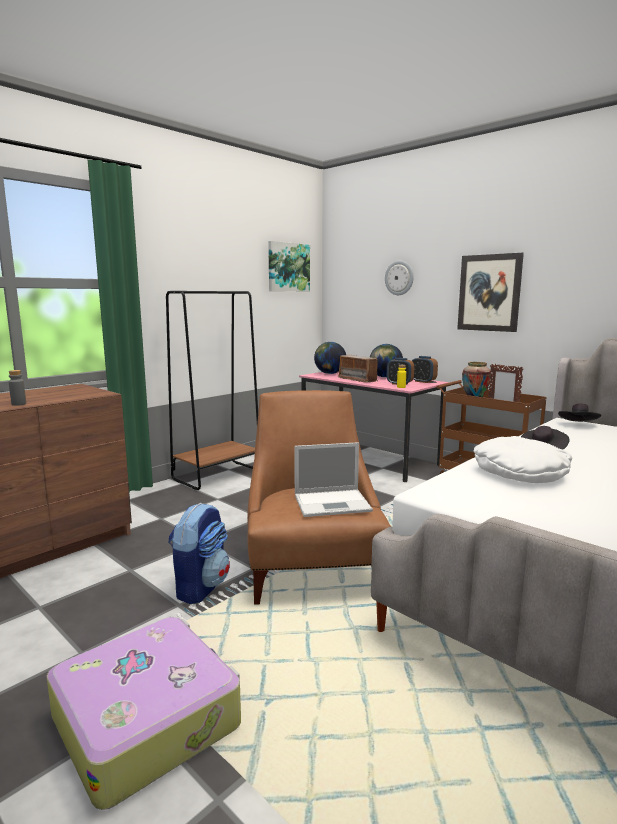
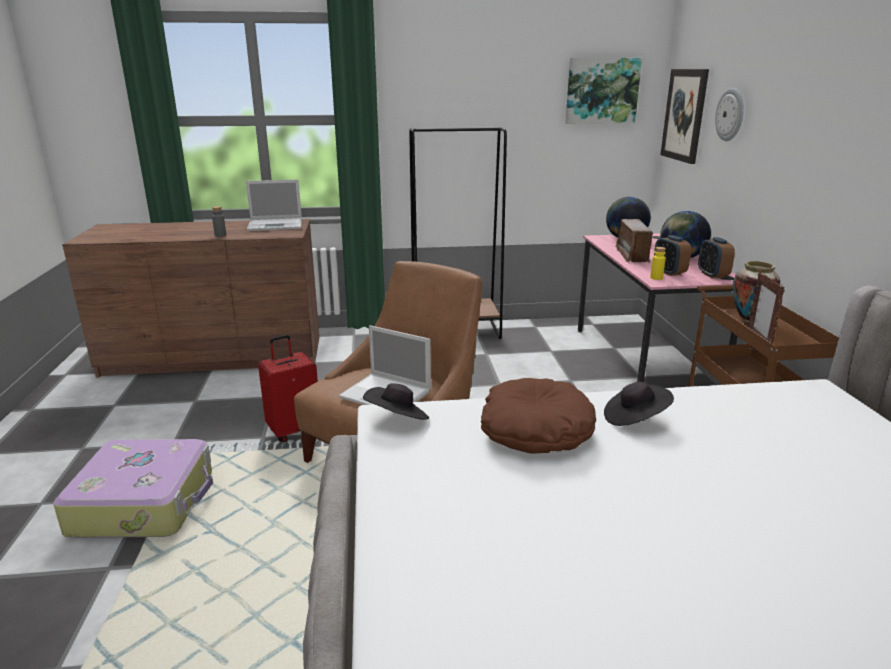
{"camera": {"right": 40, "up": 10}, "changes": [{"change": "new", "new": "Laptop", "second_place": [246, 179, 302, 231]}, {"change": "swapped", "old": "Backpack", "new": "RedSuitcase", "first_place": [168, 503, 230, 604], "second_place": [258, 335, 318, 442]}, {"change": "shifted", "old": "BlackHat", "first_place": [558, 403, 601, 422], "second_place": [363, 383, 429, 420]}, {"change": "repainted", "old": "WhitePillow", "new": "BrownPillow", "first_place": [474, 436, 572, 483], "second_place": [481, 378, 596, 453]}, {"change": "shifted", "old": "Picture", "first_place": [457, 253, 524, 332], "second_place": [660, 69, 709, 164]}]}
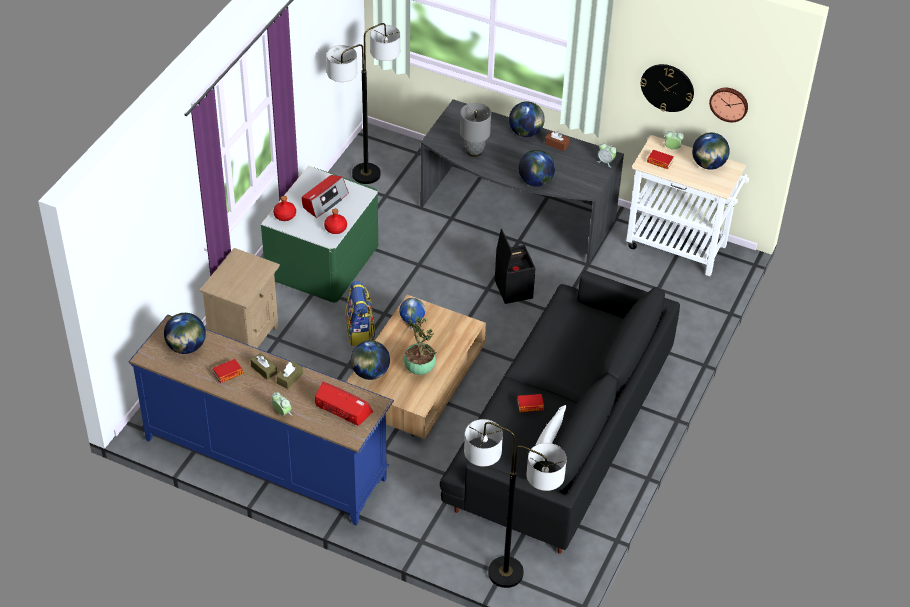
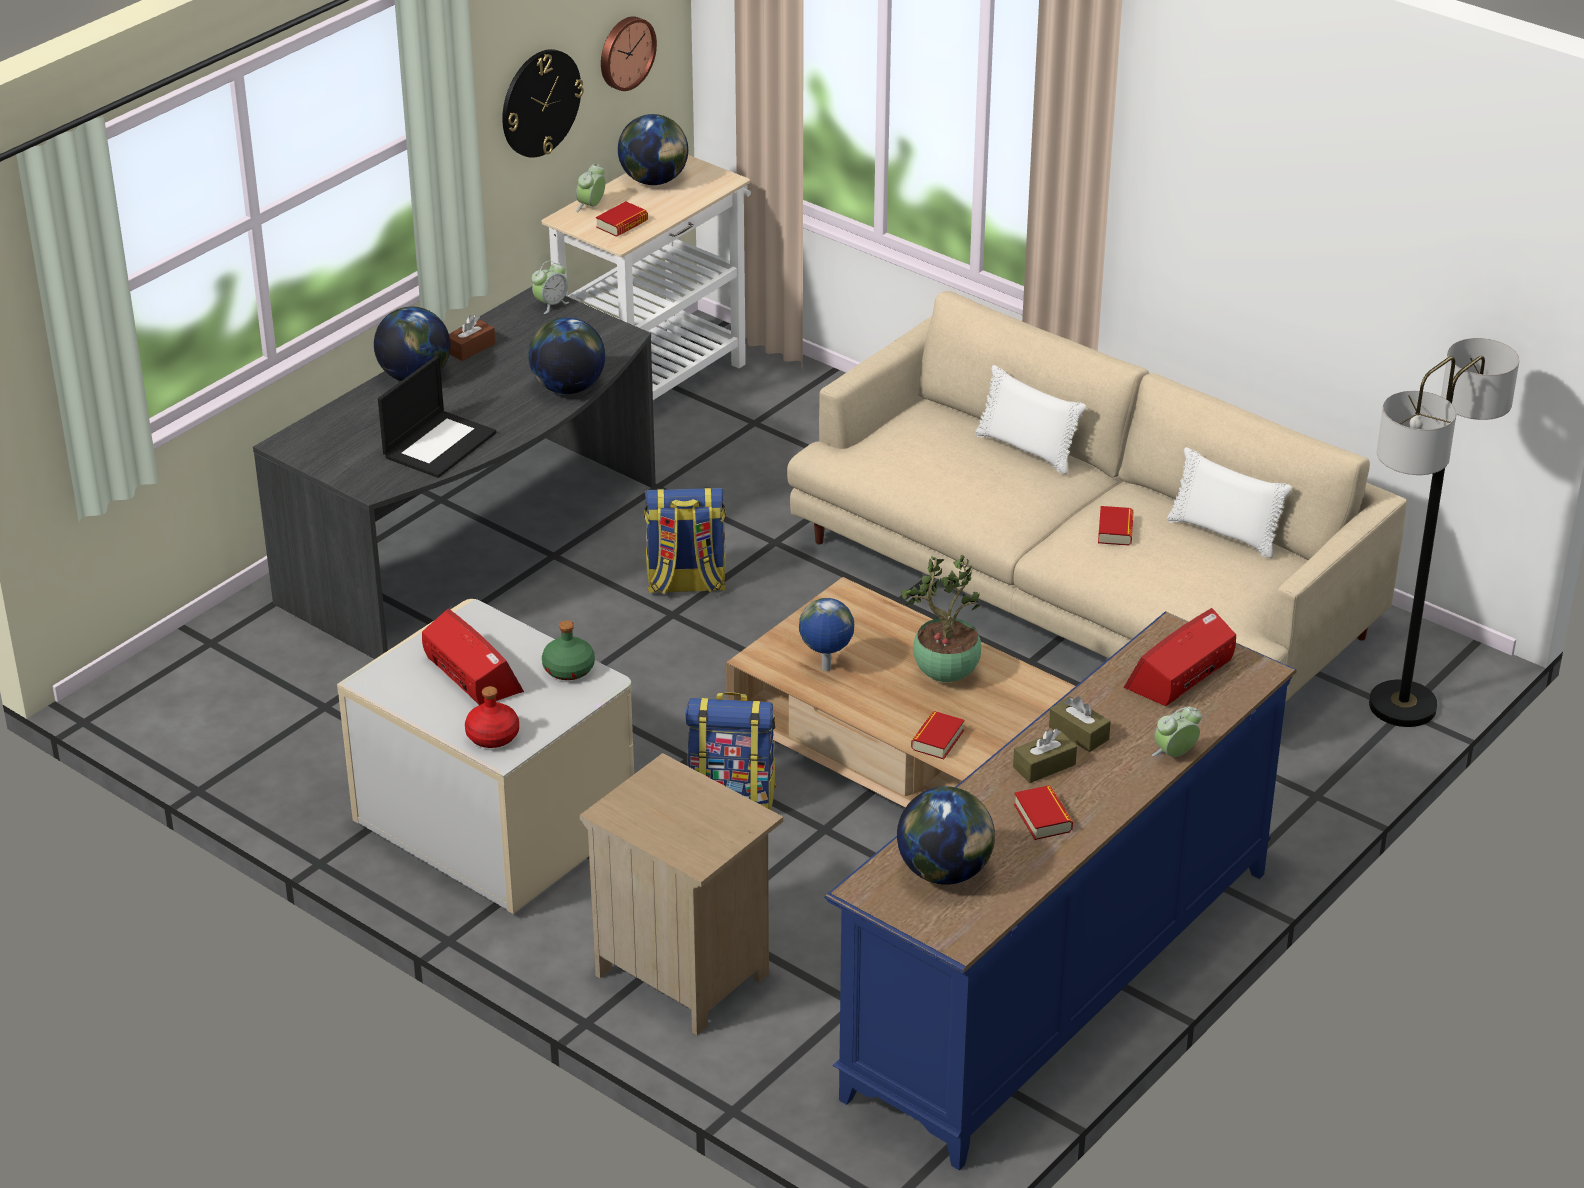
{"camera": {"right": -75, "up": -10}, "changes": [{"change": "repainted", "old": "GreenNightstand", "new": "BeigeNightstand", "first_place": [261, 166, 378, 303], "second_place": [337, 599, 634, 914]}, {"change": "swapped", "old": "GreyTableLamp", "new": "Laptop", "first_place": [460, 103, 491, 157], "second_place": [378, 356, 496, 478]}, {"change": "repainted", "old": "RedBottle", "new": "GreenBottle", "first_place": [324, 209, 347, 234], "second_place": [542, 620, 595, 680]}, {"change": "swapped", "old": "BlackStorageBox", "new": "Backpack", "first_place": [495, 228, 535, 304], "second_place": [644, 487, 726, 594]}, {"change": "repainted", "old": "BlackSofa", "new": "BeigeSofa", "first_place": [440, 271, 680, 554], "second_place": [787, 291, 1407, 702]}, {"change": "swapped", "old": "Globe", "new": "Book", "first_place": [351, 340, 390, 380], "second_place": [911, 711, 965, 759]}, {"change": "new", "new": "WhitePillow", "second_place": [975, 365, 1086, 474]}, {"change": "gone", "old": "FloorLamp", "first_place": [326, 23, 400, 184]}]}
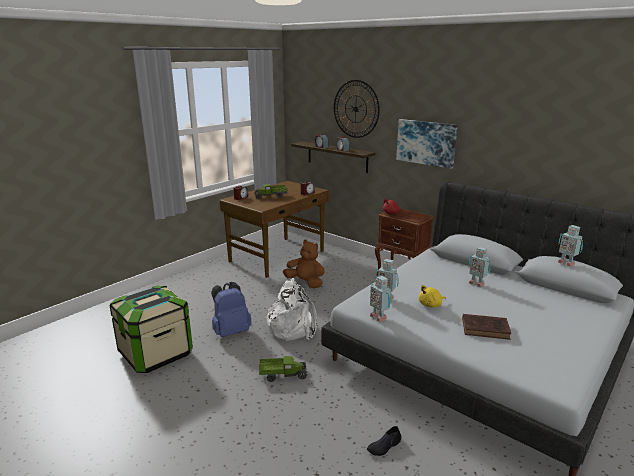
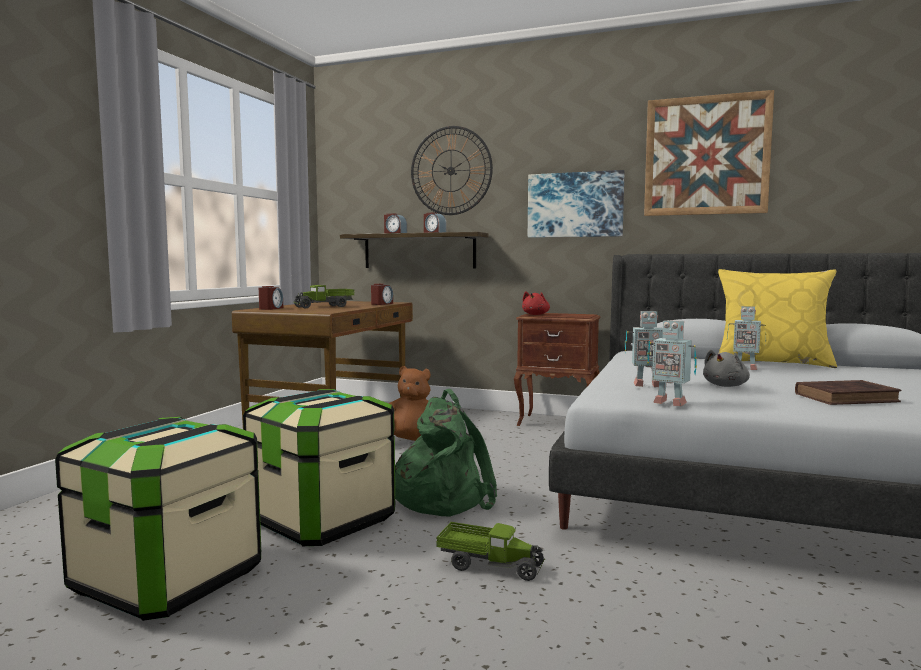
{"camera": {"right": -20, "up": -15}, "changes": [{"change": "swapped", "old": "BlueBackpack", "new": "StorageBox", "first_place": [211, 282, 252, 337], "second_place": [243, 389, 395, 546]}, {"change": "repainted", "old": "WhiteBackpack", "new": "GreenBackpack", "first_place": [264, 278, 317, 341], "second_place": [395, 389, 497, 517]}, {"change": "rotated", "old": "ToyTruck", "first_place": [259, 356, 308, 382], "second_place": [436, 522, 545, 581], "degrees": 45}, {"change": "new", "new": "Picture", "second_place": [644, 90, 774, 216]}, {"change": "repainted", "old": "YellowPlushToy", "new": "GreyPlushToy", "first_place": [419, 285, 446, 308], "second_place": [703, 349, 750, 387]}, {"change": "new", "new": "YellowPillow", "second_place": [718, 269, 837, 368]}, {"change": "gone", "old": "BlackShoe", "first_place": [367, 426, 401, 456]}, {"change": "gone", "old": "ToyRobot", "first_place": [558, 225, 583, 267]}]}
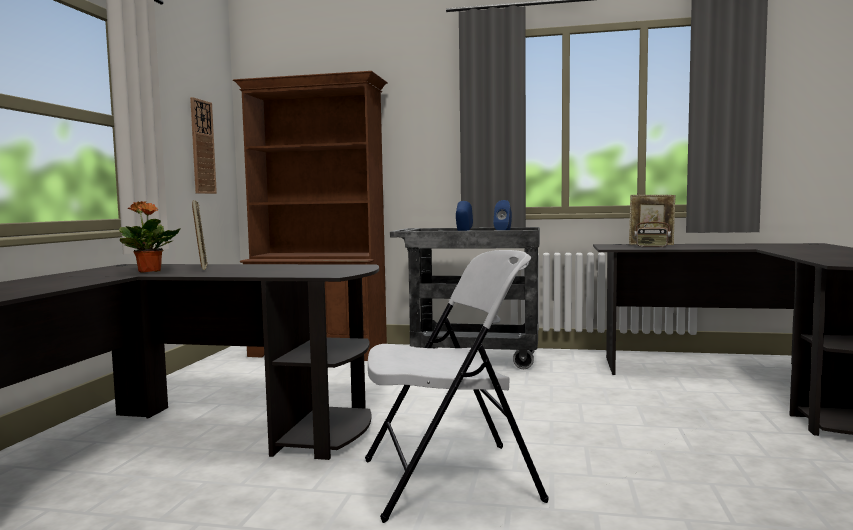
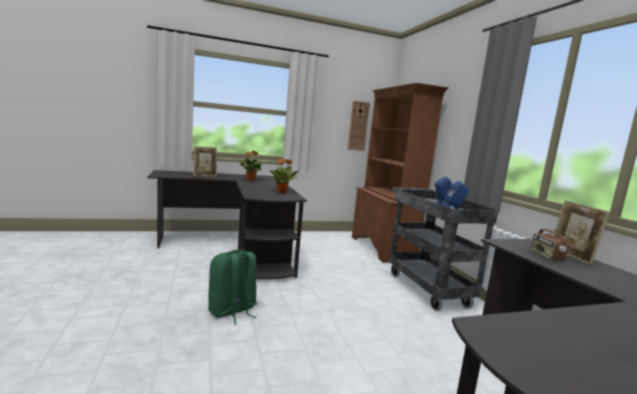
{"camera": {"right": 60, "up": 5}, "changes": [{"change": "shifted", "old": "PictureFrame", "first_place": [192, 200, 208, 270], "second_place": [193, 146, 217, 177]}, {"change": "swapped", "old": "WhiteChair", "new": "GreenBackpack", "first_place": [365, 250, 548, 523], "second_place": [208, 249, 257, 324]}, {"change": "new", "new": "PottedPlant", "second_place": [269, 158, 299, 193]}]}
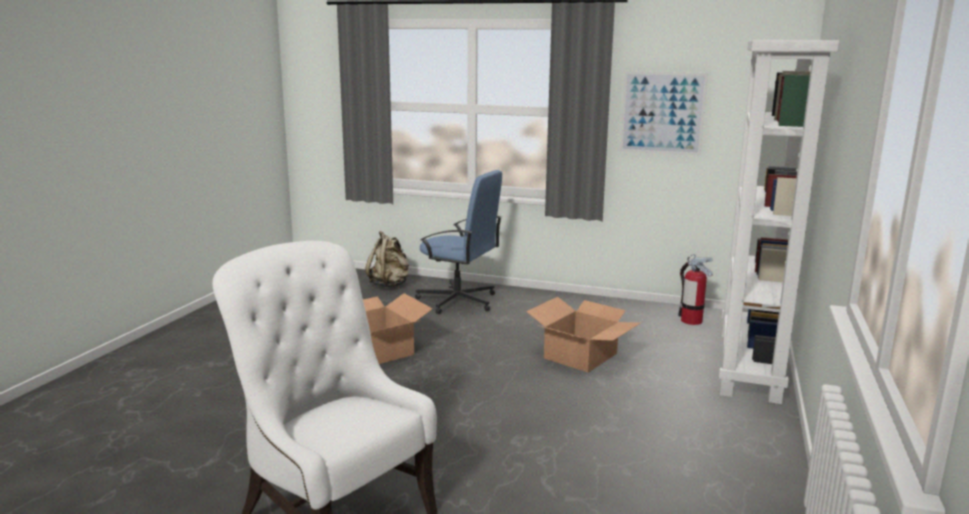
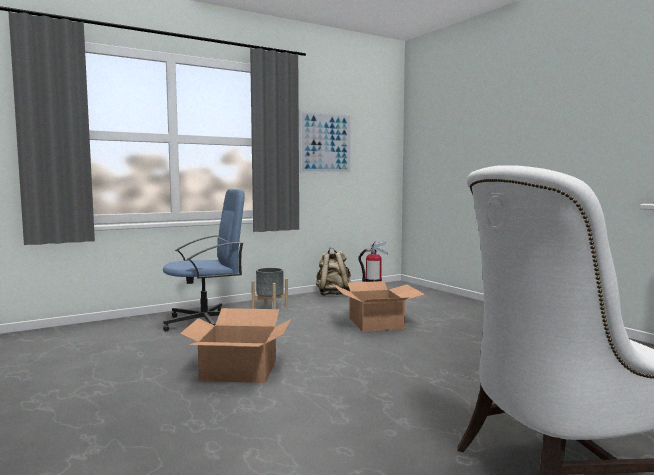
{"camera": {"right": -50, "up": -10}, "changes": [{"change": "new", "new": "GreyPlanter", "second_place": [251, 268, 288, 309]}, {"change": "shifted", "old": "BeigeBackpack", "first_place": [366, 231, 409, 287], "second_place": [316, 248, 351, 296]}, {"change": "gone", "old": "WhiteBookcase", "first_place": [719, 40, 840, 404]}]}
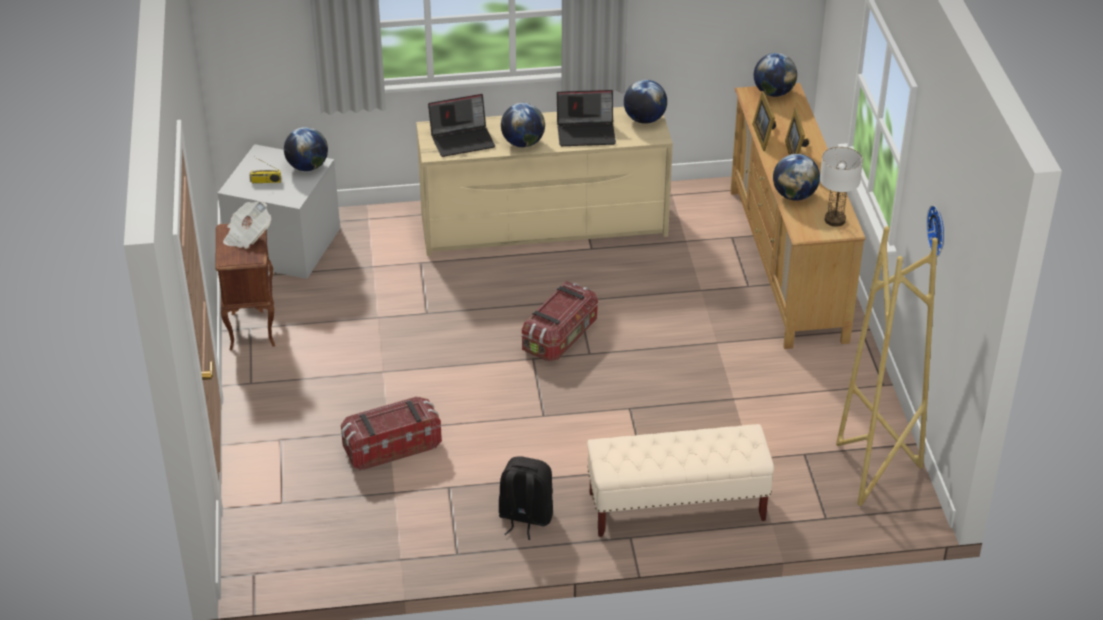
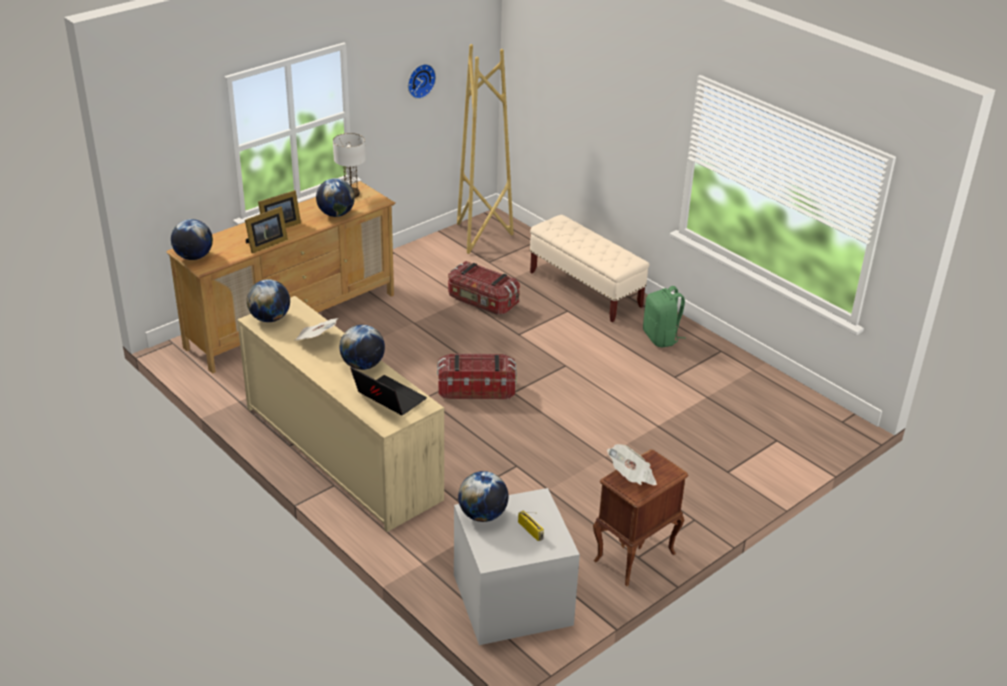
{"camera": {"right": -125, "up": -5}, "changes": [{"change": "swapped", "old": "Laptop", "new": "Newspaper", "first_place": [557, 90, 616, 146], "second_place": [294, 318, 339, 341]}, {"change": "shifted", "old": "StorageBox", "first_place": [341, 397, 442, 471], "second_place": [448, 261, 520, 315]}, {"change": "repainted", "old": "BlackBackpack", "new": "GreenBackpack", "first_place": [499, 456, 553, 540], "second_place": [643, 286, 686, 347]}]}
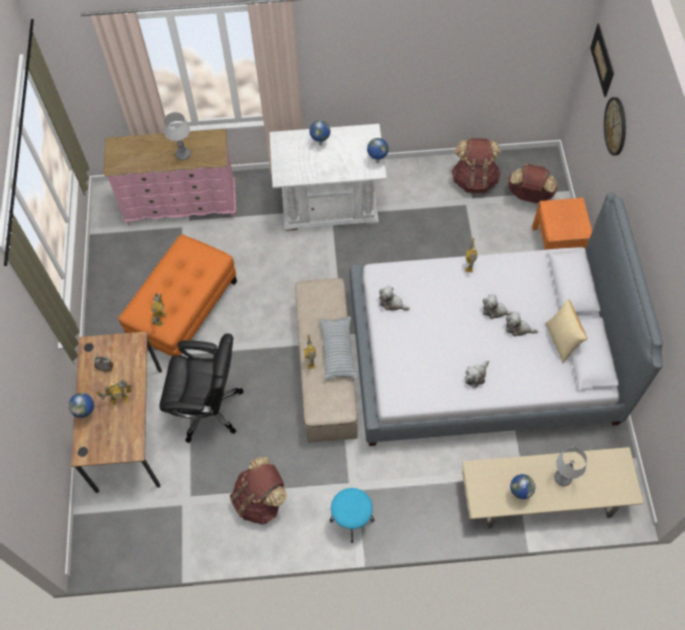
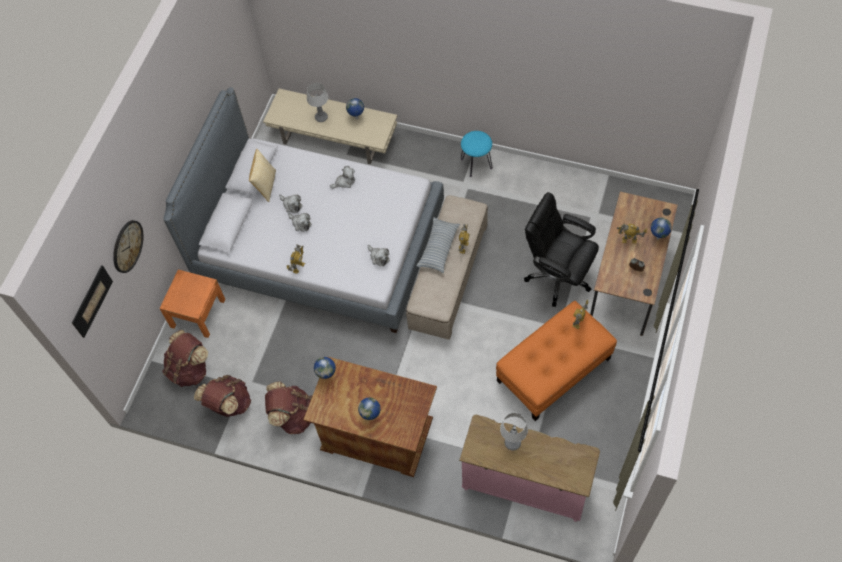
{"camera": {"right": -155, "up": 0}, "changes": [{"change": "shifted", "old": "BrownBackpack", "first_place": [230, 457, 287, 525], "second_place": [265, 381, 312, 434]}, {"change": "repainted", "old": "WhiteCabinet", "new": "BrownCabinet", "first_place": [269, 124, 387, 231], "second_place": [303, 357, 437, 477]}]}
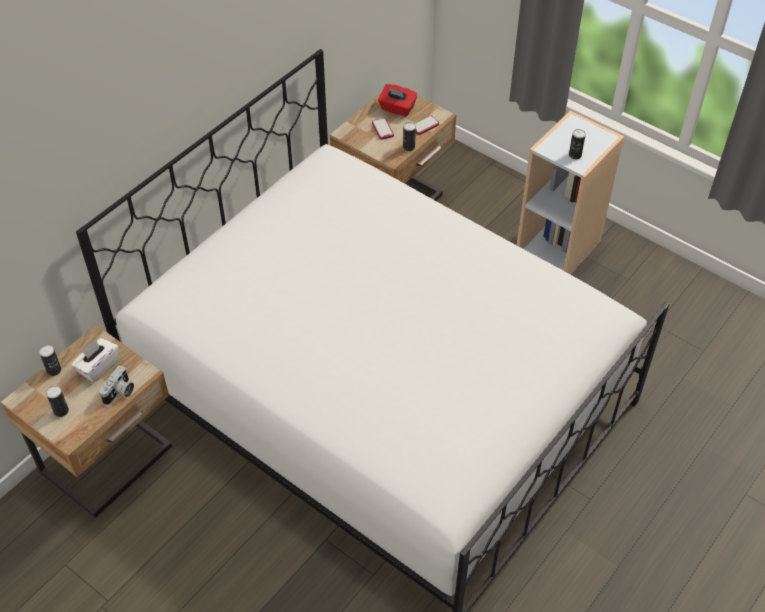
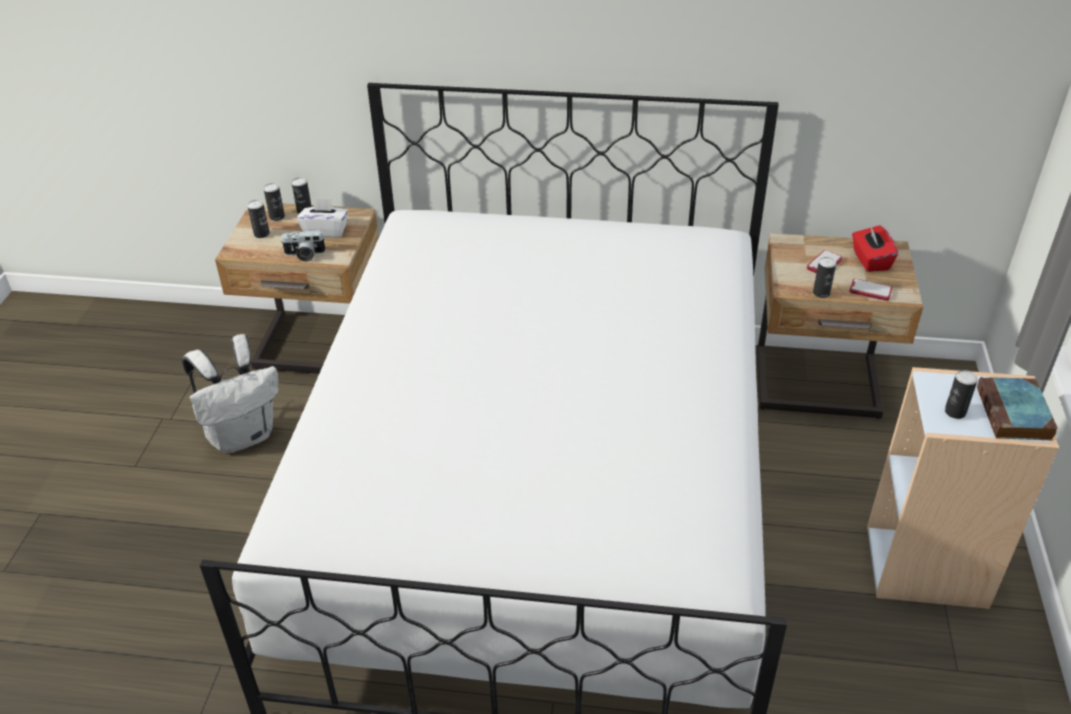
{"camera": {"right": 60, "up": -10}, "changes": [{"change": "new", "new": "WhiteBackpack", "second_place": [182, 334, 279, 453]}, {"change": "new", "new": "Can", "second_place": [264, 183, 285, 221]}, {"change": "new", "new": "Book", "second_place": [977, 377, 1058, 440]}]}
